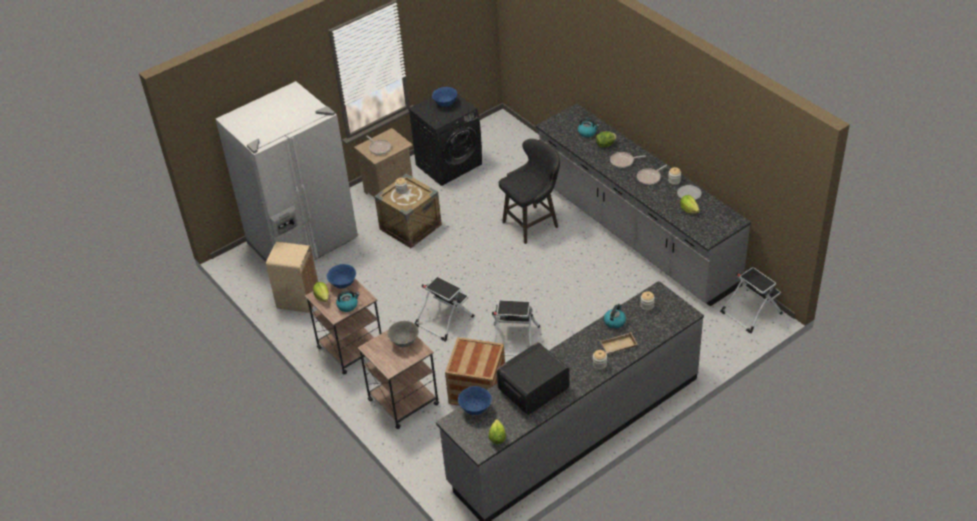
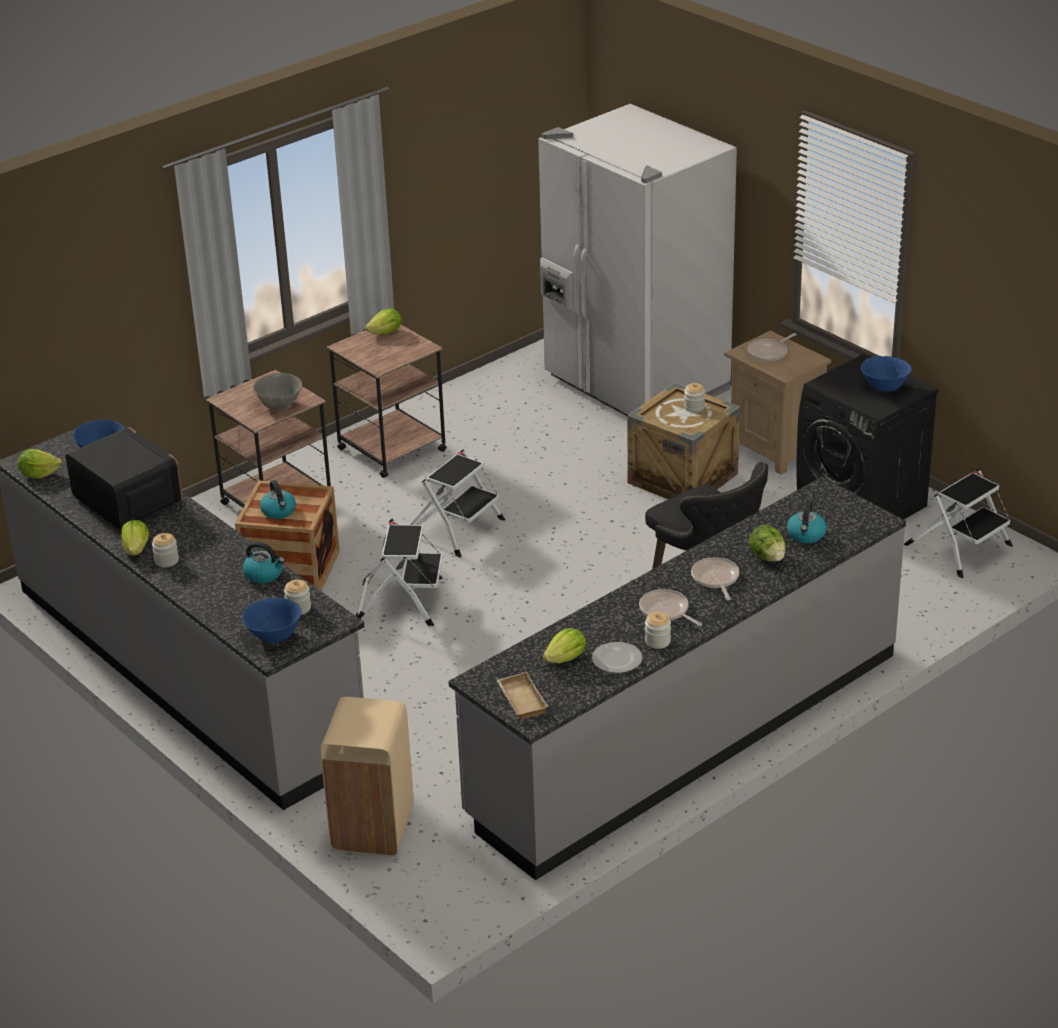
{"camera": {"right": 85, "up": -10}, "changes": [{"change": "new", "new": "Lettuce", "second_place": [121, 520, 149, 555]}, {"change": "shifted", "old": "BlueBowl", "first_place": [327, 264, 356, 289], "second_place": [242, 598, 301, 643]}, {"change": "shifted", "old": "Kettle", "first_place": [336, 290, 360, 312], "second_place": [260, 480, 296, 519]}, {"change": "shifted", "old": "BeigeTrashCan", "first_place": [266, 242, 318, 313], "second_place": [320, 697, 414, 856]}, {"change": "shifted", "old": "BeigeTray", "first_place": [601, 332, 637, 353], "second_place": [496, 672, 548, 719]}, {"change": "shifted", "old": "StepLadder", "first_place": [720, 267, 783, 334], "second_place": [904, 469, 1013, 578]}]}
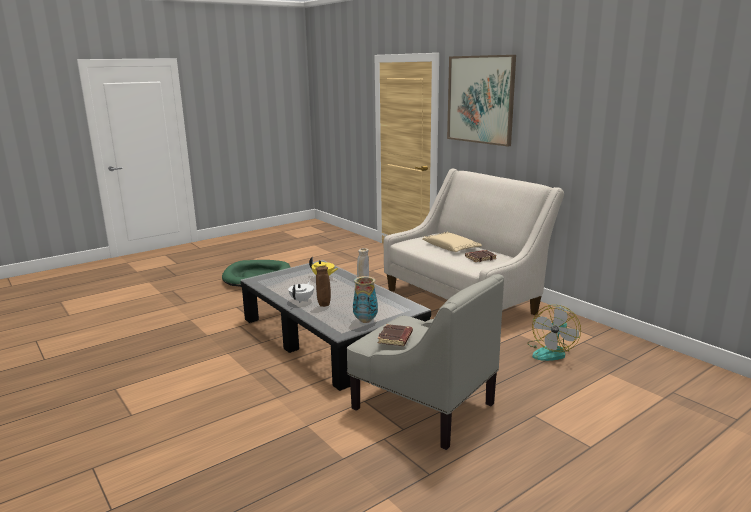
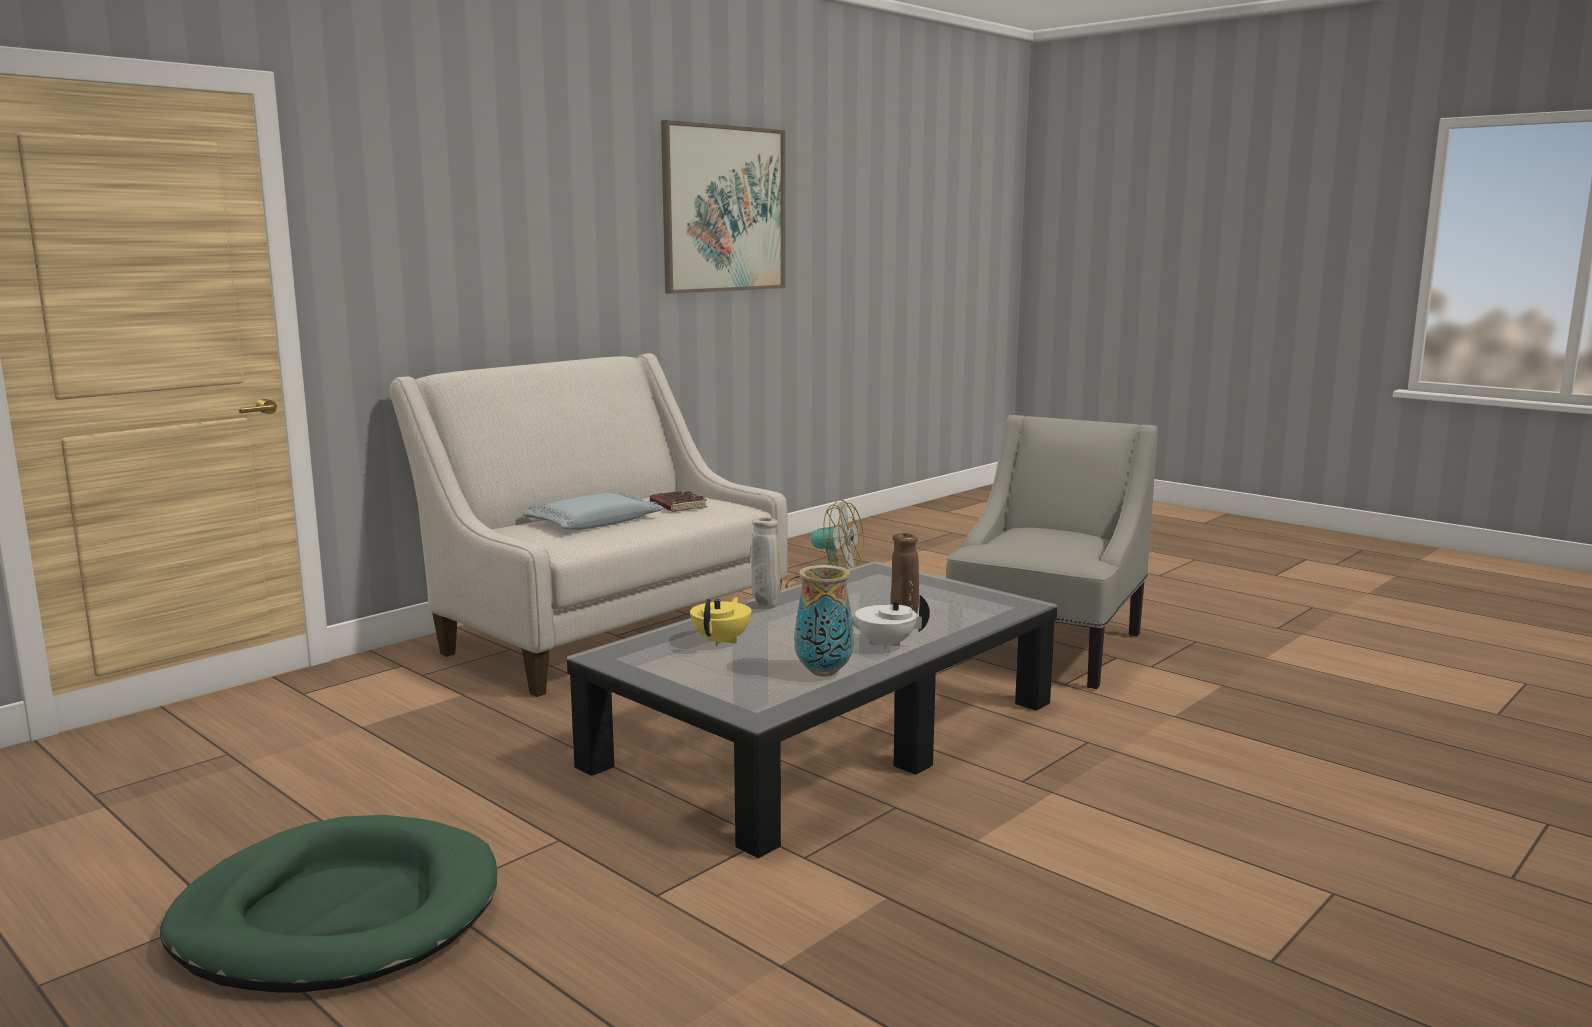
{"camera": {"right": -100, "up": -5}, "changes": [{"change": "repainted", "old": "BeigePillow", "new": "BluePillow", "first_place": [422, 232, 482, 252], "second_place": [522, 493, 663, 530]}, {"change": "shifted", "old": "Picture", "first_place": [447, 55, 516, 147], "second_place": [661, 120, 786, 294]}, {"change": "shifted", "old": "Vase", "first_place": [353, 276, 378, 323], "second_place": [794, 565, 854, 677]}, {"change": "gone", "old": "BrownBook", "first_place": [377, 324, 413, 346]}]}
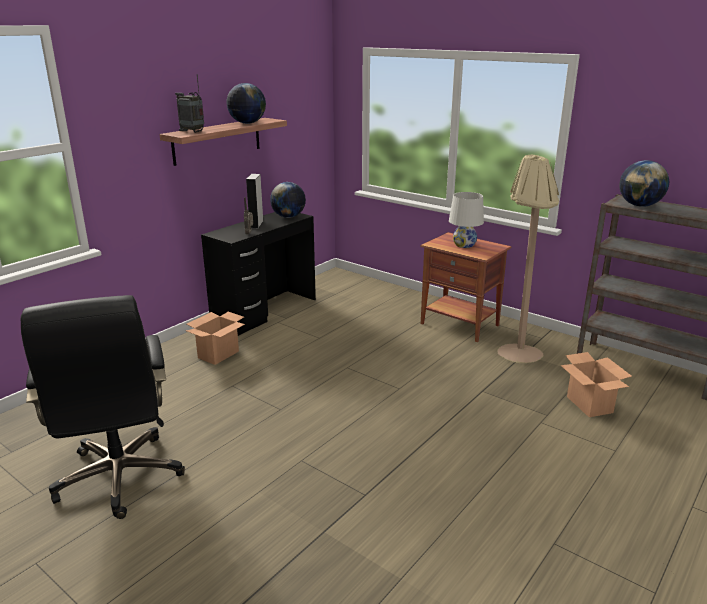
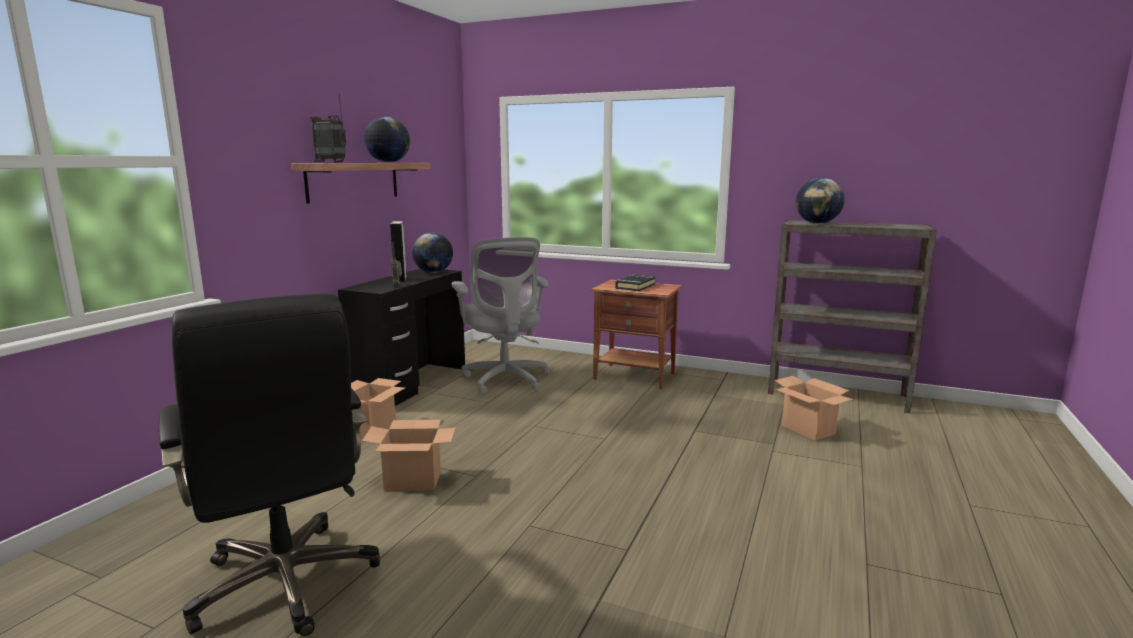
{"camera": {"right": -15, "up": -10}, "changes": [{"change": "new", "new": "CardboardBox", "second_place": [362, 420, 456, 491]}, {"change": "new", "new": "GreyOfficeChair", "second_place": [451, 237, 550, 393]}, {"change": "swapped", "old": "WhiteTableLamp", "new": "BlackBook", "first_place": [449, 192, 484, 248], "second_place": [615, 275, 656, 291]}, {"change": "gone", "old": "BeigeFloorLamp", "first_place": [497, 155, 559, 363]}]}
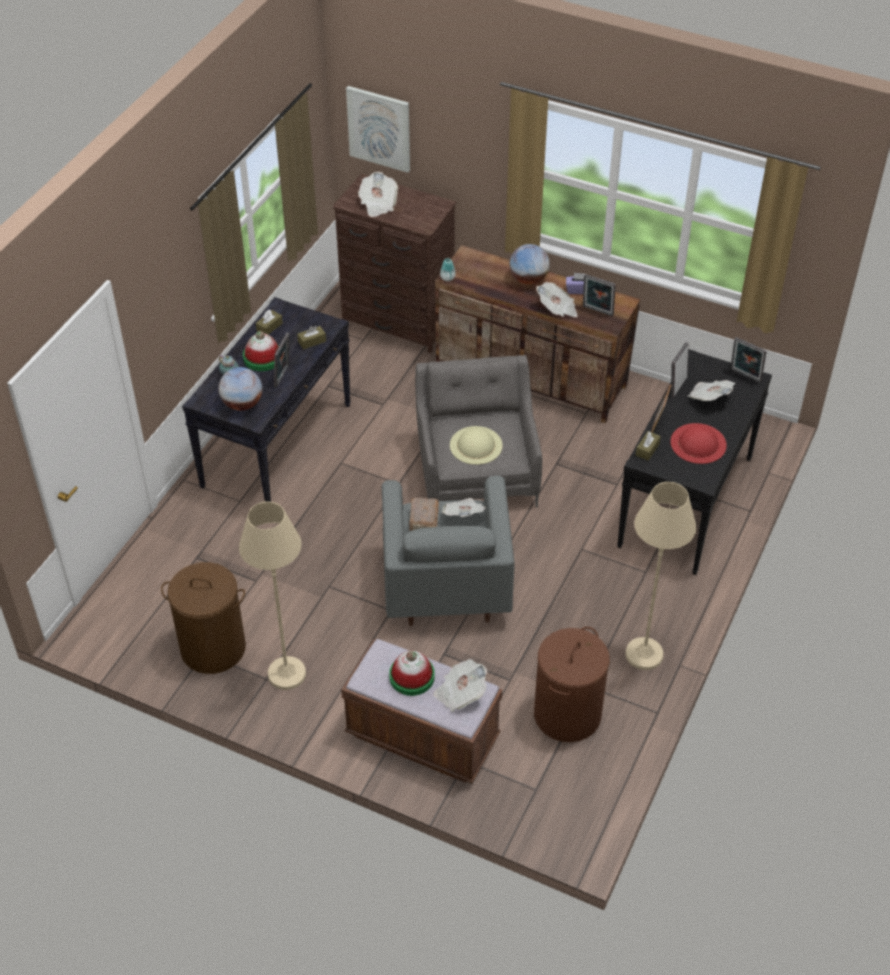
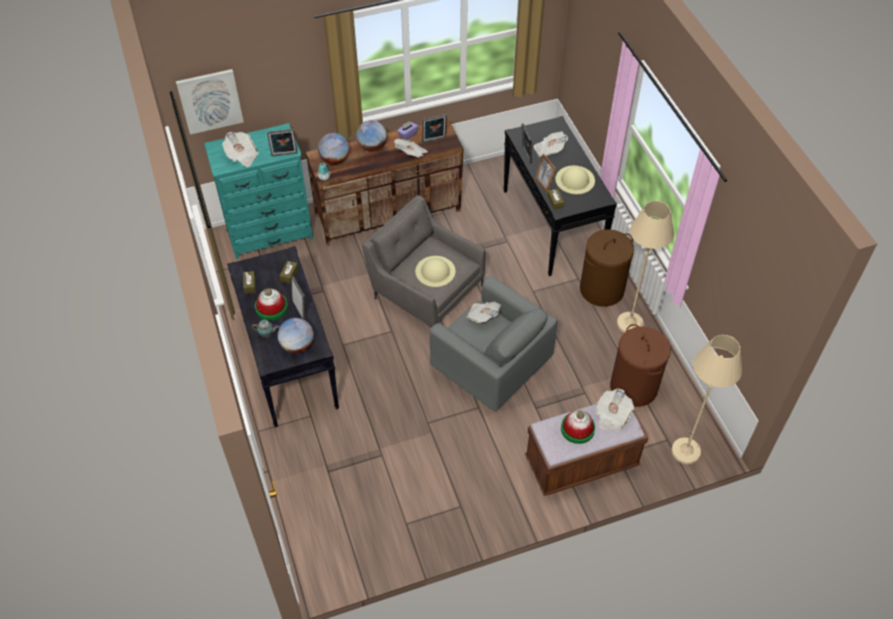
{"camera": {"right": -45, "up": 5}, "changes": [{"change": "repainted", "old": "BrownDresser", "new": "TurquoiseDresser", "first_place": [333, 174, 457, 353], "second_place": [204, 123, 313, 259]}, {"change": "shifted", "old": "PictureFrame", "first_place": [730, 337, 767, 383], "second_place": [267, 129, 297, 157]}, {"change": "new", "new": "Globe", "second_place": [318, 133, 349, 165]}, {"change": "repainted", "old": "RedHat", "new": "BeigeHat", "first_place": [671, 423, 727, 464], "second_place": [555, 166, 595, 194]}, {"change": "shifted", "old": "BrownLaundryBasket", "first_place": [161, 562, 246, 674], "second_place": [580, 229, 634, 307]}, {"change": "shifted", "old": "BeigeFloorLamp", "first_place": [239, 501, 306, 690], "second_place": [671, 335, 742, 464]}, {"change": "gone", "old": "BrownBook", "first_place": [409, 498, 439, 531]}]}
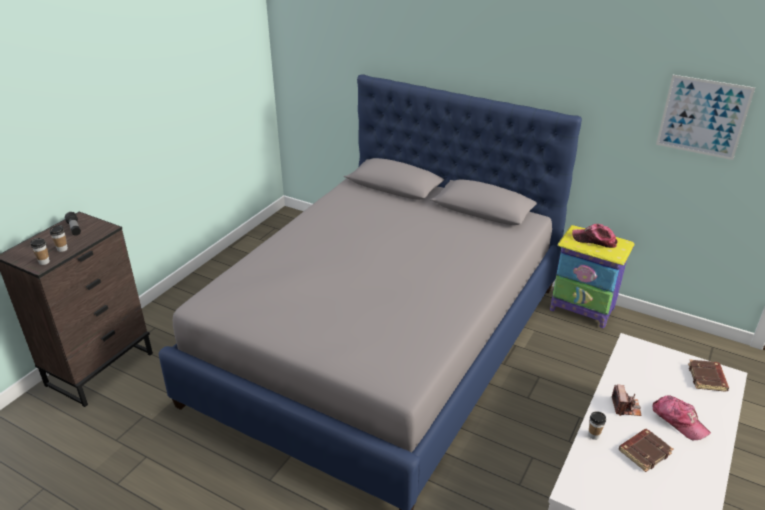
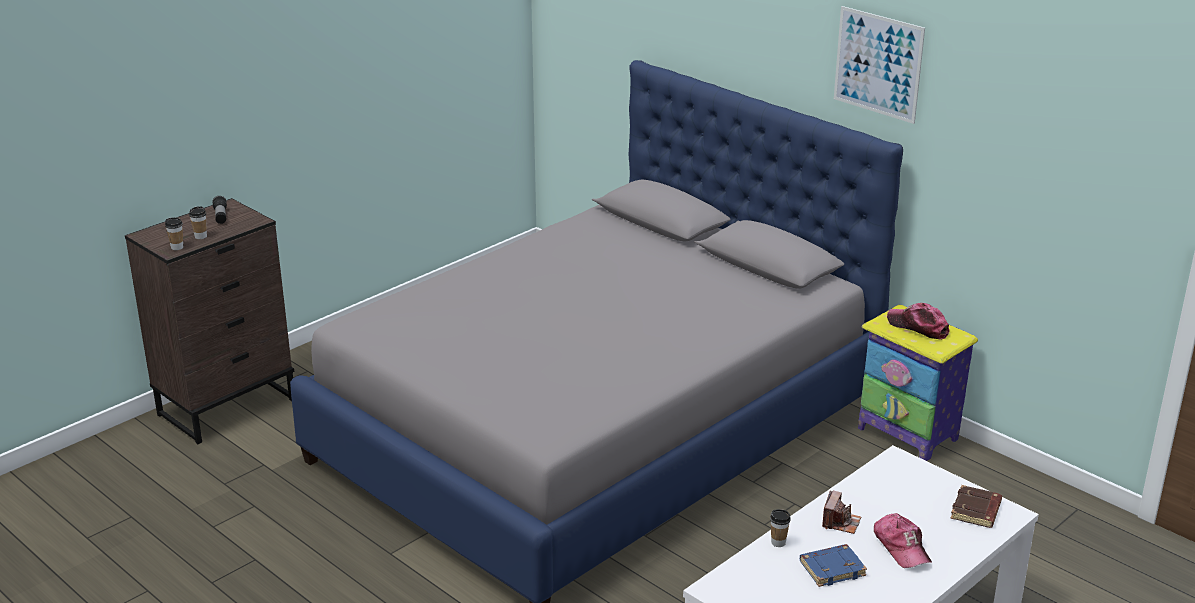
{"camera": {"right": 15, "up": -5}, "changes": [{"change": "repainted", "old": "BrownBook", "new": "BlueBook", "first_place": [619, 429, 673, 472], "second_place": [800, 544, 867, 587]}, {"change": "shifted", "old": "Picture", "first_place": [656, 75, 755, 160], "second_place": [834, 6, 925, 124]}]}
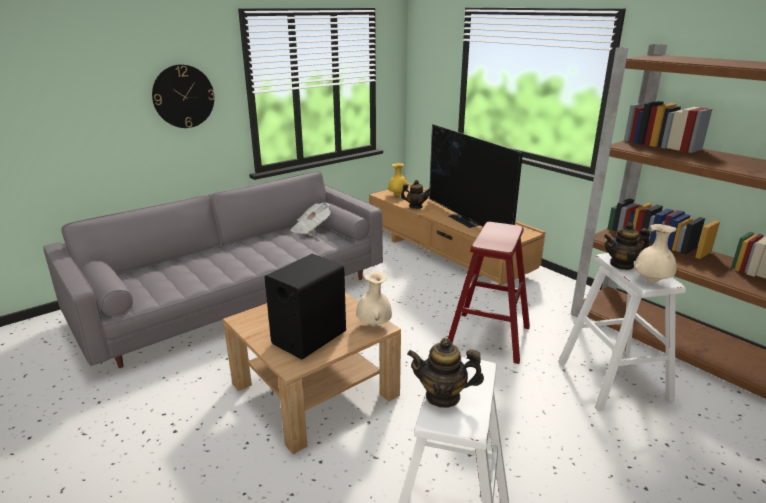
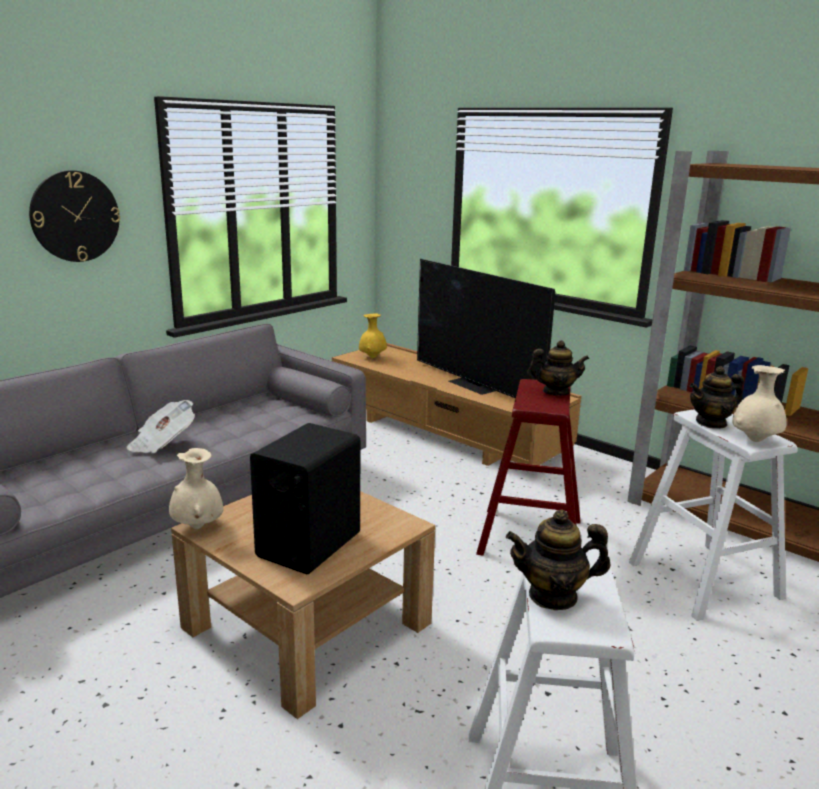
{"camera": {"right": -10, "up": -5}, "changes": [{"change": "shifted", "old": "Newspaper", "first_place": [290, 203, 331, 234], "second_place": [127, 400, 195, 454]}, {"change": "shifted", "old": "BeigeVase", "first_place": [356, 271, 392, 327], "second_place": [169, 448, 223, 529]}, {"change": "shifted", "old": "Teapot", "first_place": [401, 180, 431, 209], "second_place": [527, 340, 589, 396]}]}
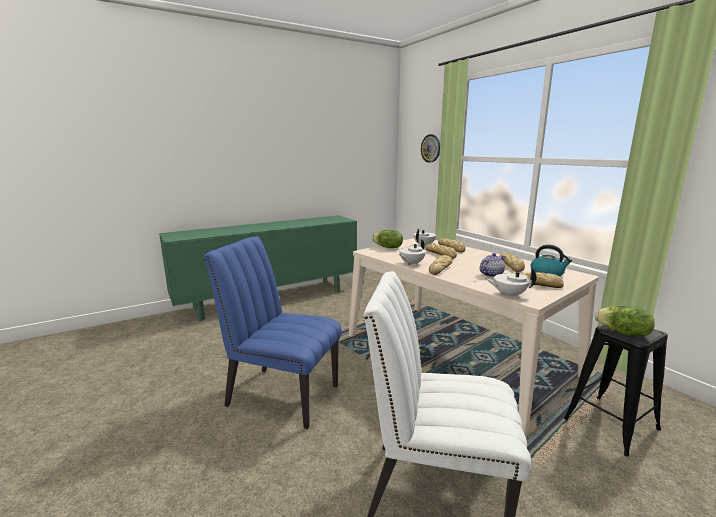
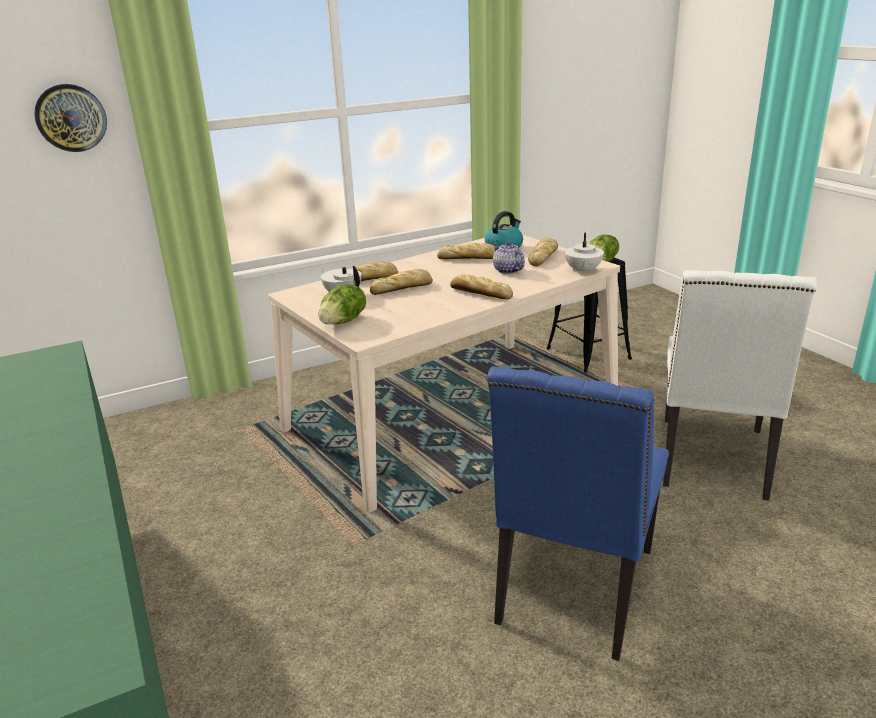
{"camera": {"right": -85, "up": 10}, "changes": [{"change": "gone", "old": "WhiteTeapot", "first_place": [399, 239, 426, 265]}]}
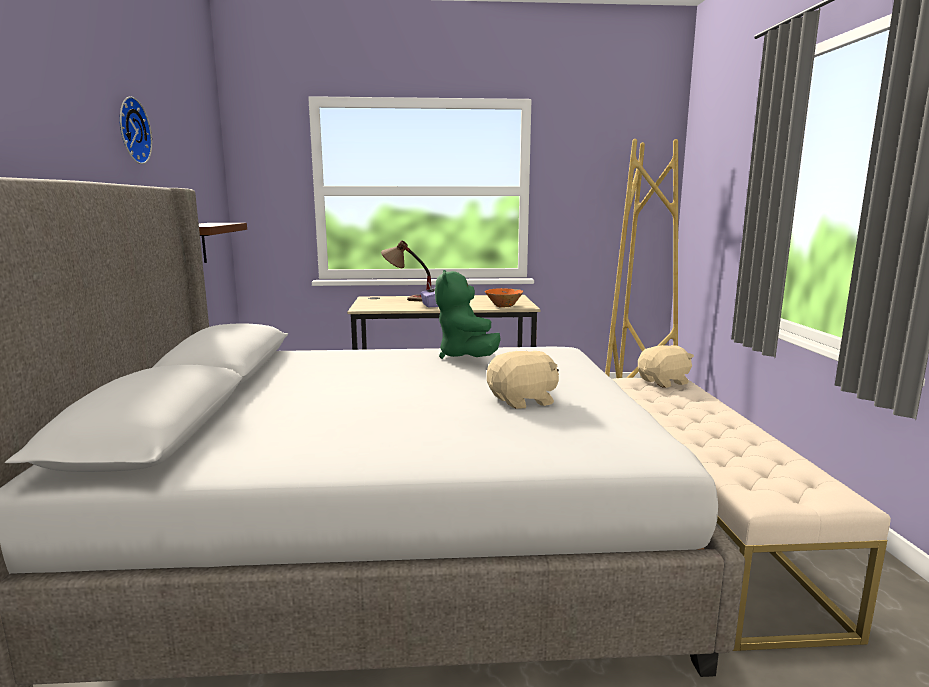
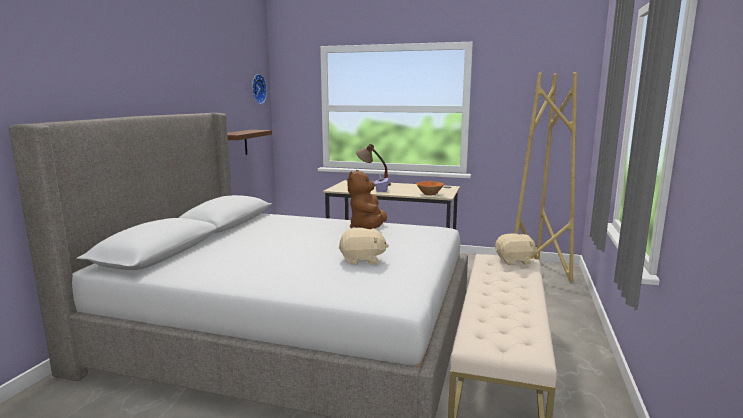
{"camera": {"right": 20, "up": 0}, "changes": [{"change": "shifted", "old": "WallClock", "first_place": [120, 96, 152, 164], "second_place": [252, 74, 267, 104]}, {"change": "repainted", "old": "GreenPlushToy", "new": "BrownPlushToy", "first_place": [435, 270, 501, 359], "second_place": [347, 170, 387, 229]}]}
